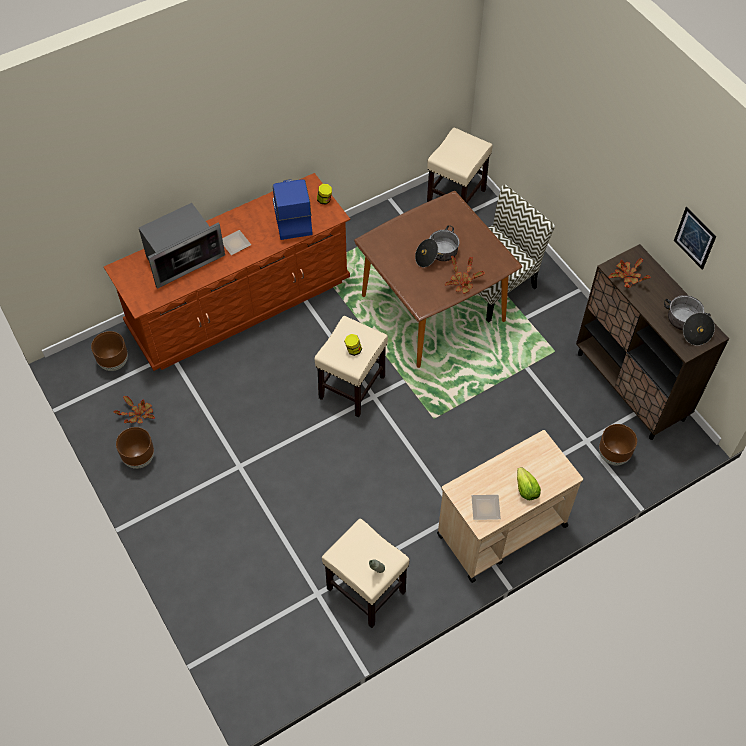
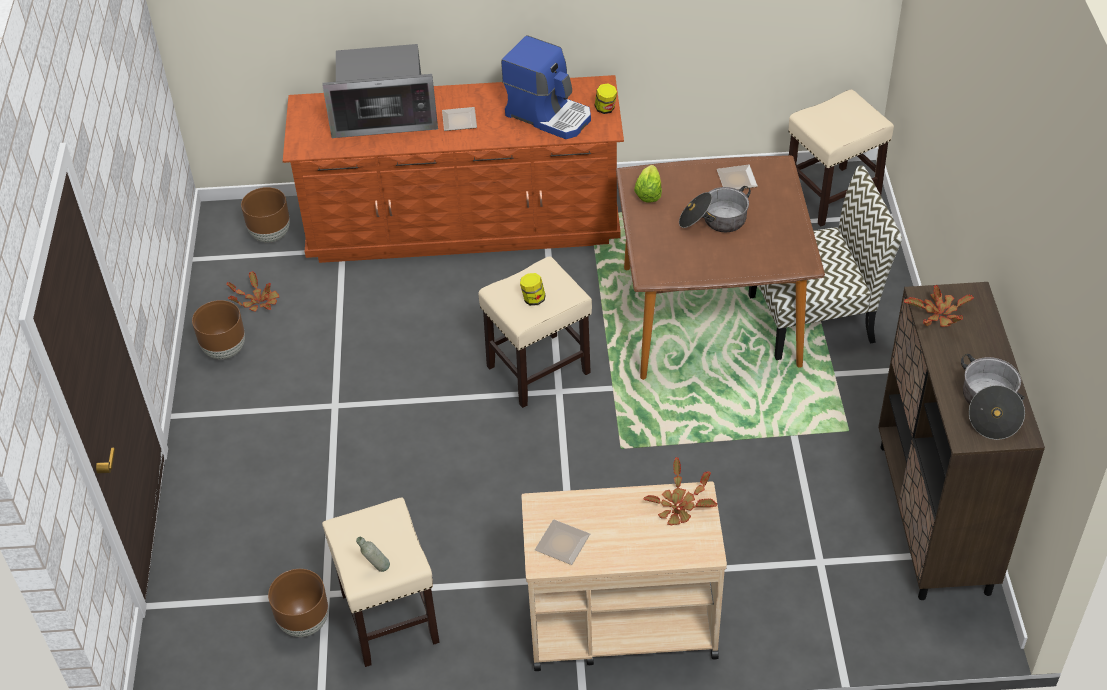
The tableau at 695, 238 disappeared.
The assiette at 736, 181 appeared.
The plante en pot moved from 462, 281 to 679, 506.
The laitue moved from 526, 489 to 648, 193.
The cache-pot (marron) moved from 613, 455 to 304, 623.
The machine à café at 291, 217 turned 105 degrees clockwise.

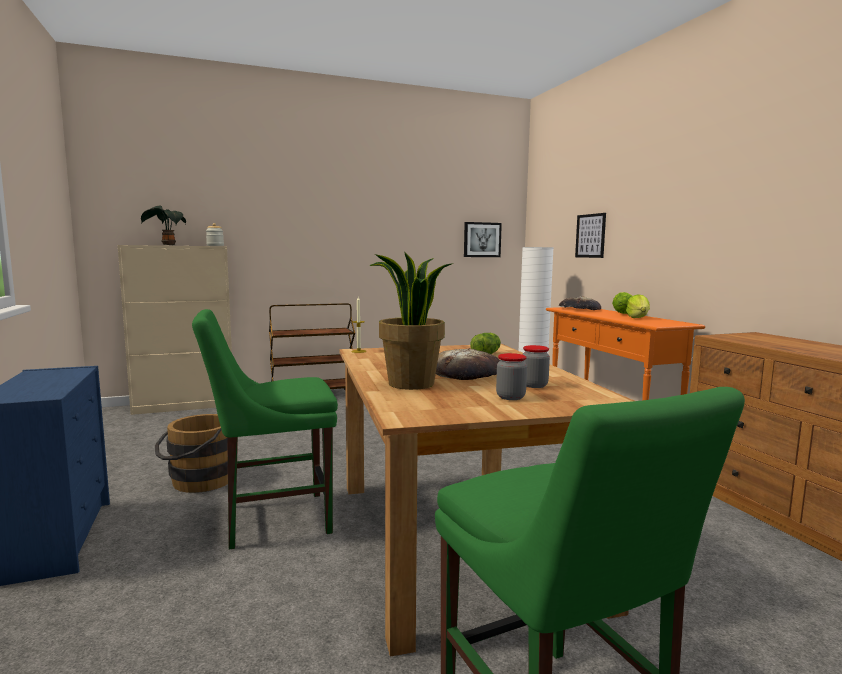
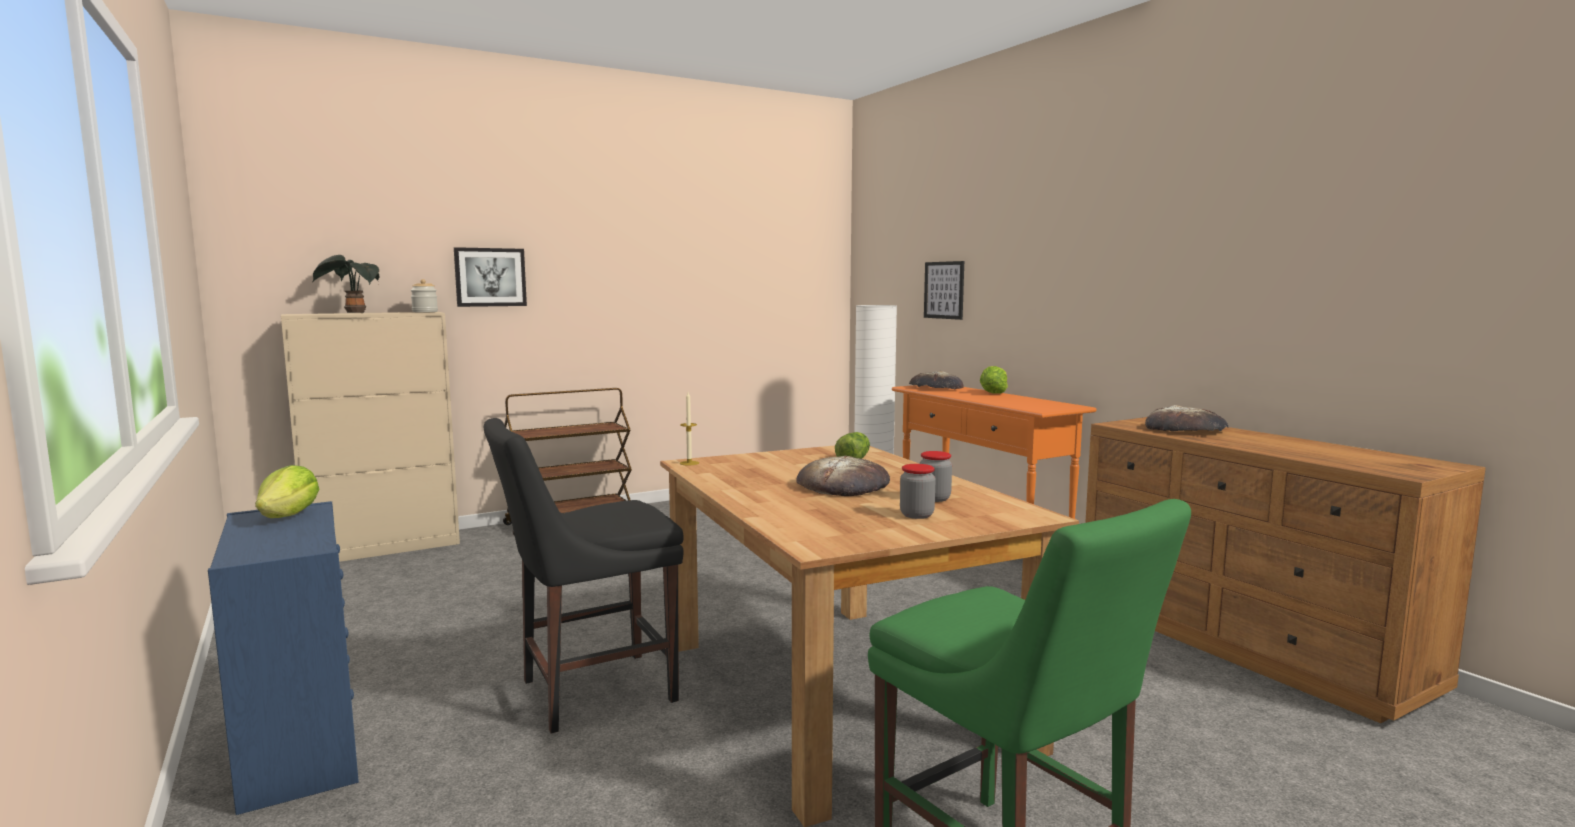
The seau (marron) at 197, 482 disappeared.
The plante en pot at 411, 384 disappeared.
The pain at 1186, 429 appeared.
The tableau moved from 482, 239 to 490, 277.
The laitue moved from 638, 318 to 289, 516.
The chaise (vert) at 271, 519 became the chaise (noir) at 590, 692.

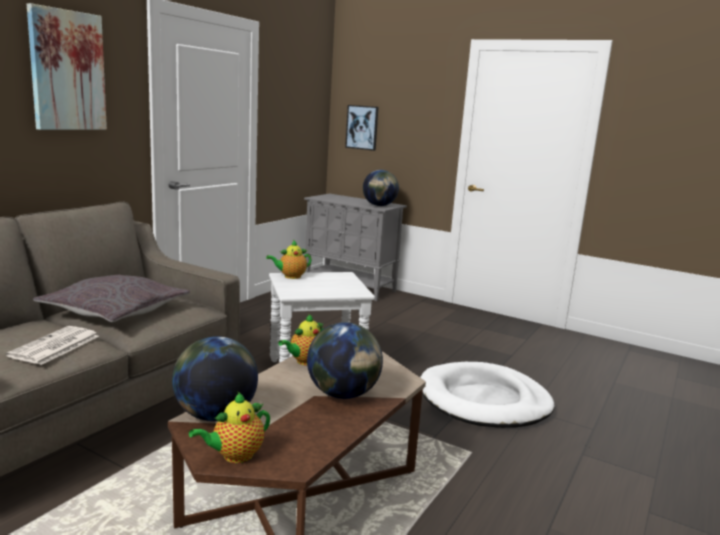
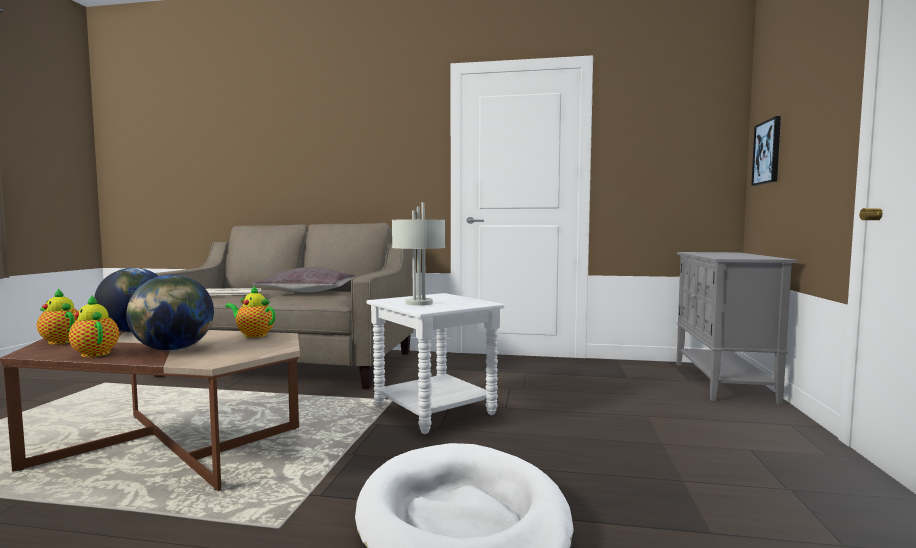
The tableau at 67, 71 disappeared.
The globe at 379, 205 disappeared.
The lampe de table (gris) at 419, 303 appeared.
The théière moved from 290, 276 to 95, 353.

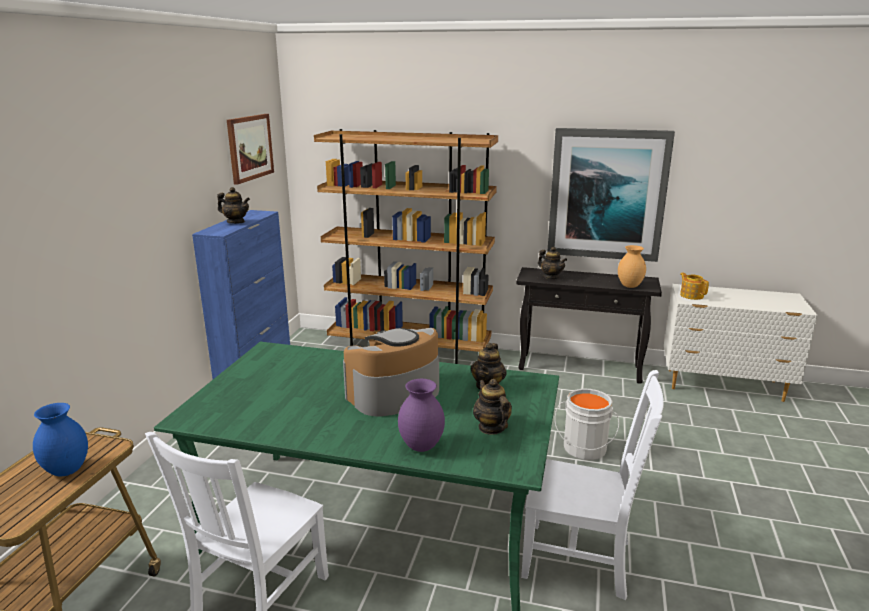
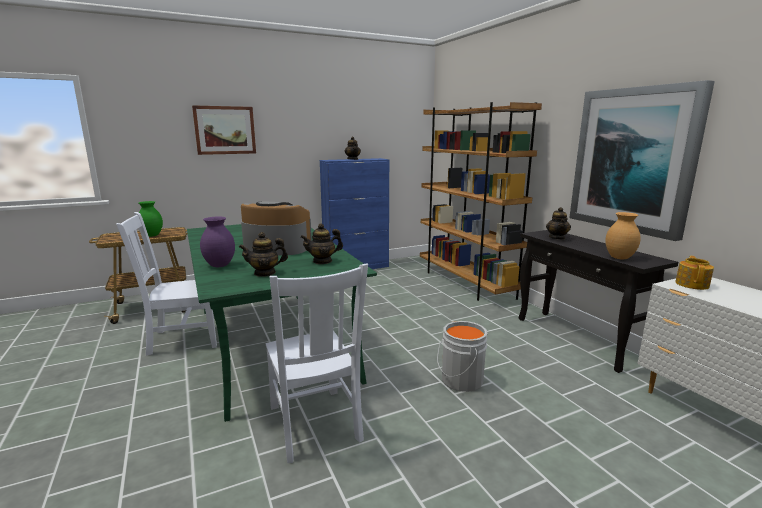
The tableau moved from 250, 147 to 225, 130.
The vase (bleu) at 68, 470 became the vase (vert) at 152, 235.
The théière at 491, 427 turned 135 degrees counterclockwise.

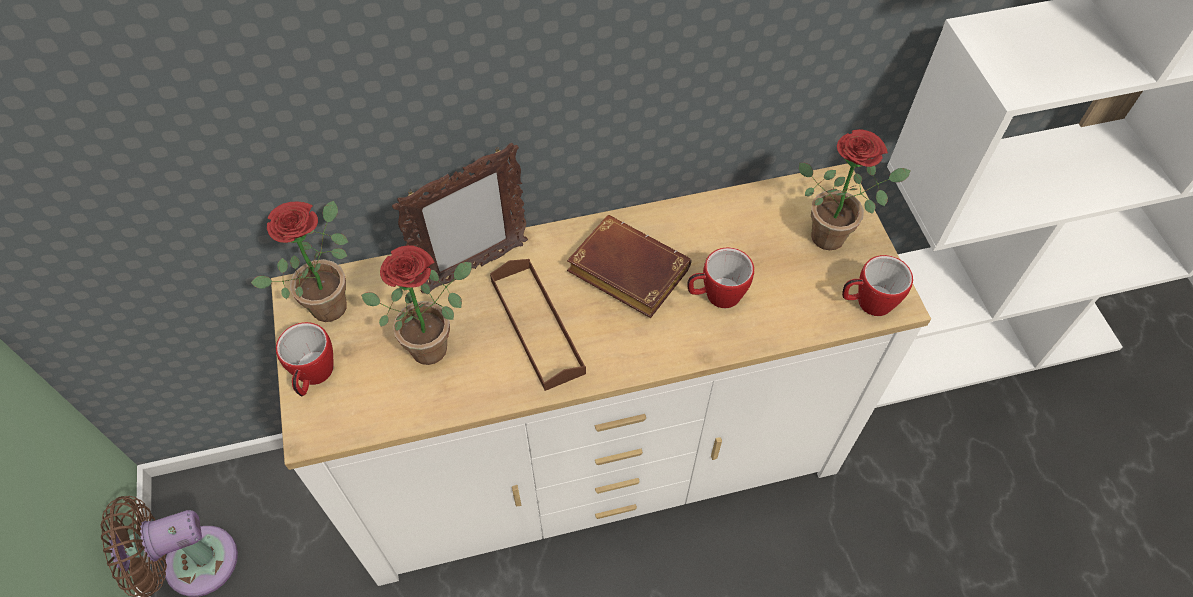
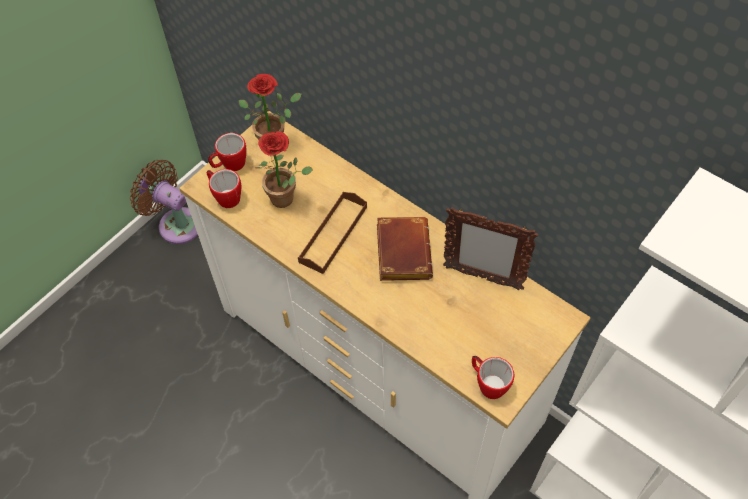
The plante en pot at 834, 234 disappeared.
The cadre photo moved from 474, 268 to 482, 277.
The mug moved from 715, 295 to 225, 196.

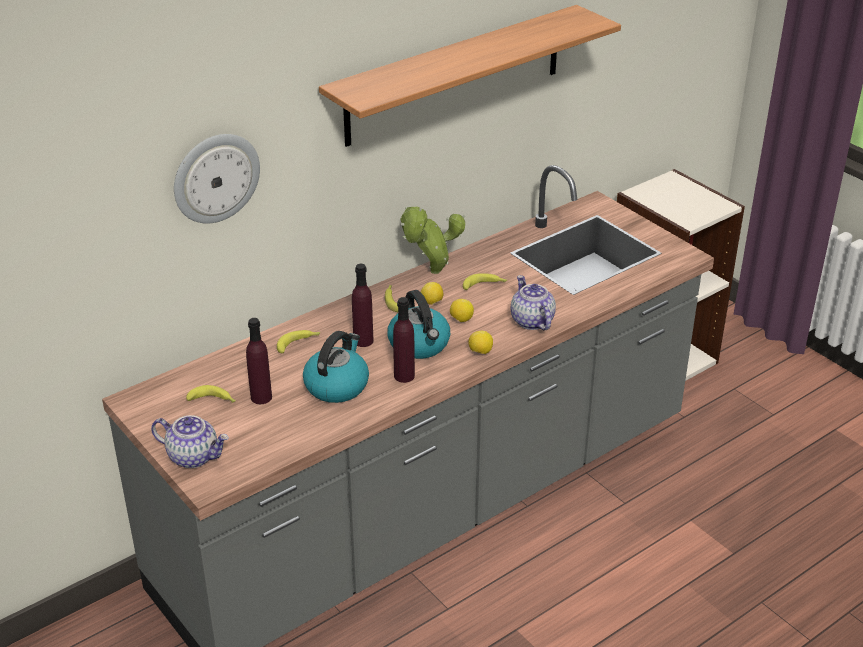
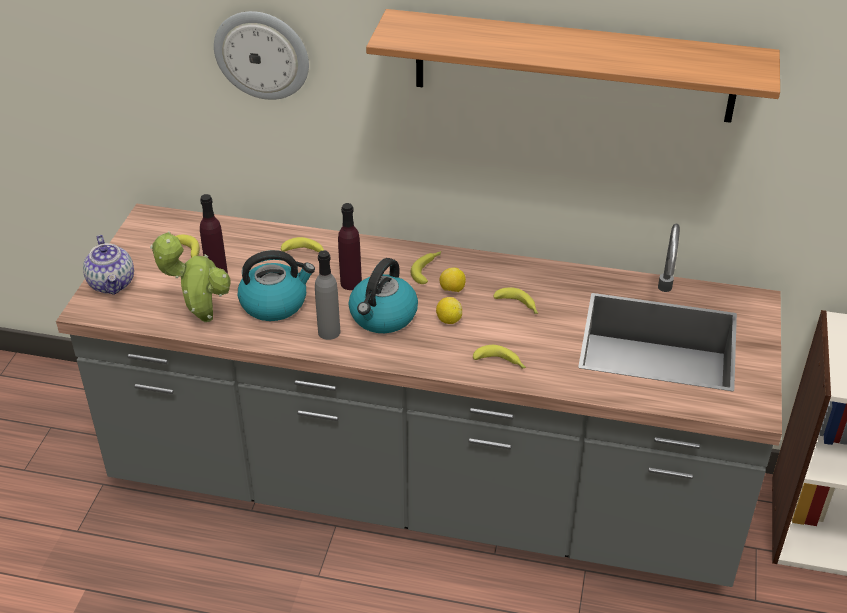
The citron at 480, 352 disappeared.
The plante en pot moved from 432, 272 to 201, 317.
The théière at 531, 321 was replaced by the banane at 500, 363.
The bouteille (violet) at 404, 376 became the bouteille (gris) at 329, 332.

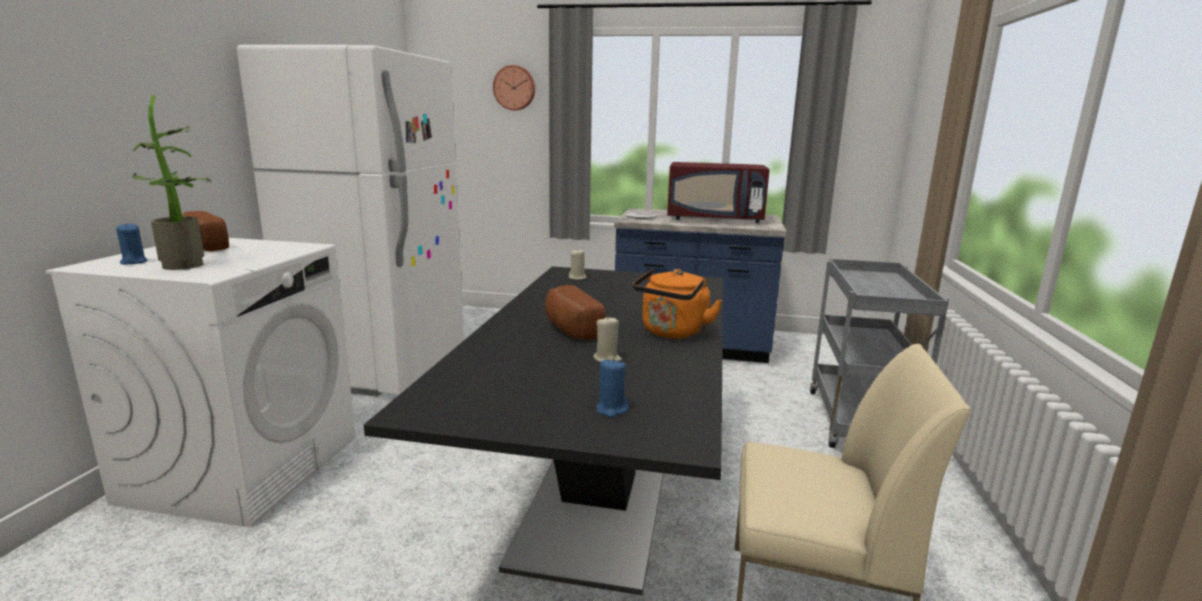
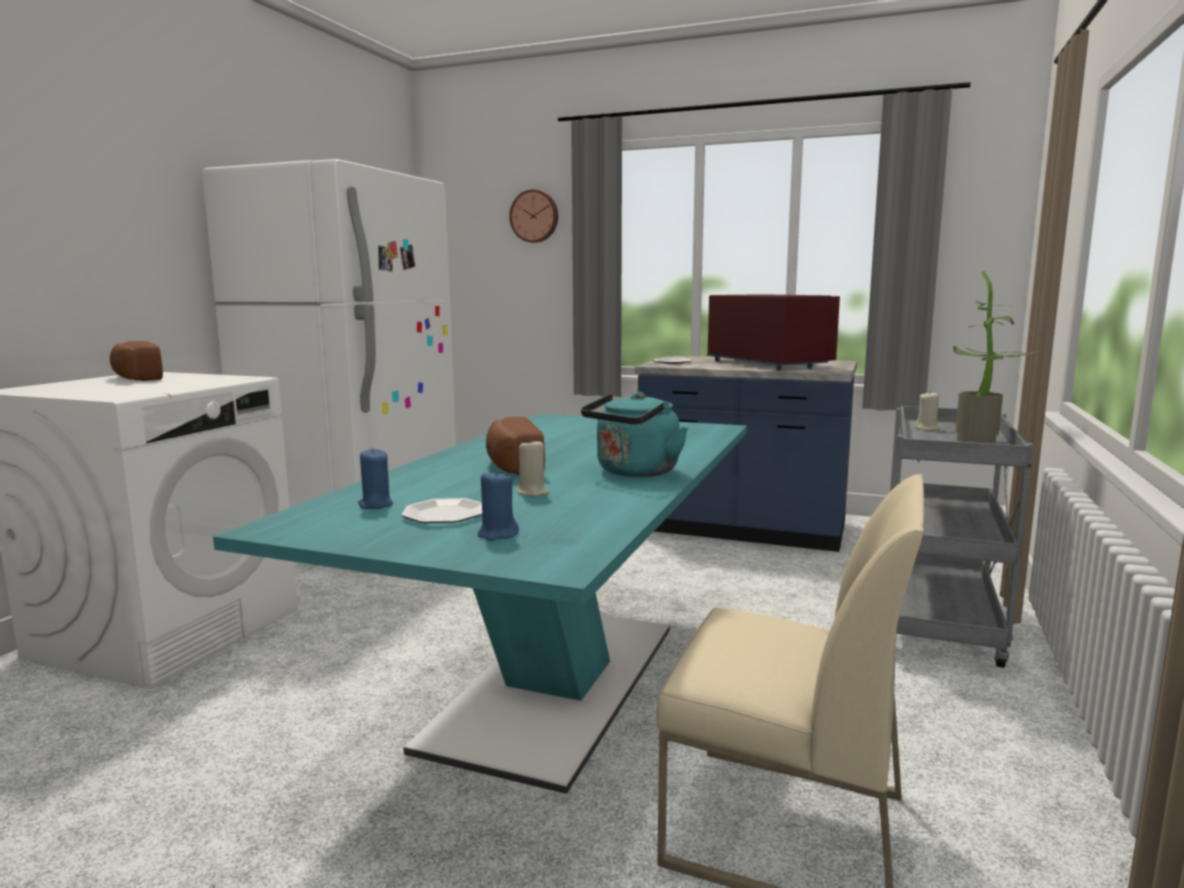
The assiette at 445, 514 appeared.
The bougie (bleu) moved from 133, 262 to 375, 505.
The plante en pot moved from 189, 266 to 982, 441.
The bougie (beige) moved from 577, 278 to 927, 428.
The table à manger (noir) at 598, 496 became the table à manger (turquoise) at 556, 685.
The bouilloire (orange) at 673, 333 became the bouilloire (turquoise) at 634, 472.
The micro-ondes (rouge) at 715, 219 turned 135 degrees counterclockwise.

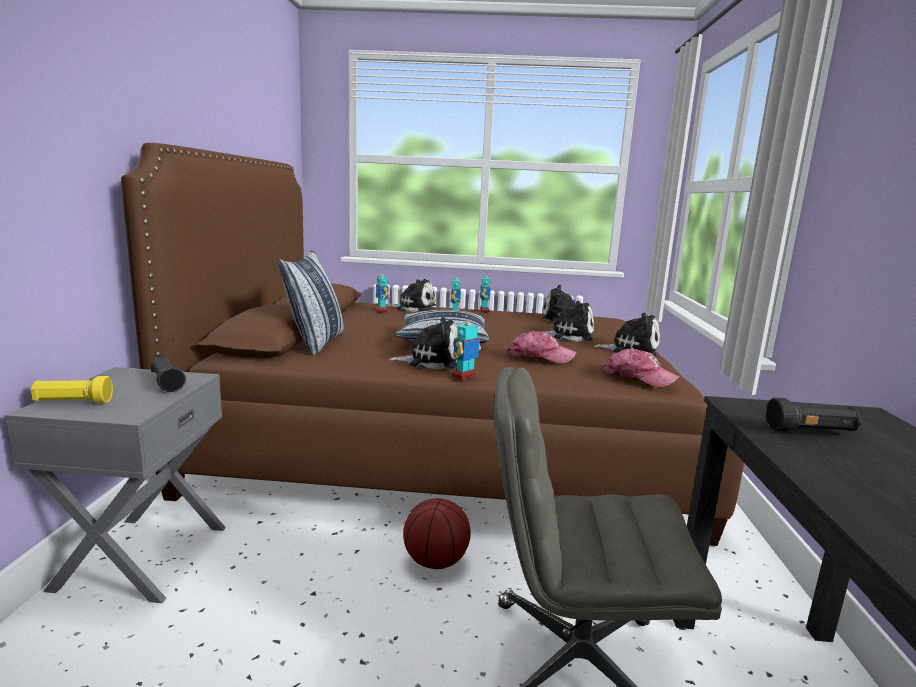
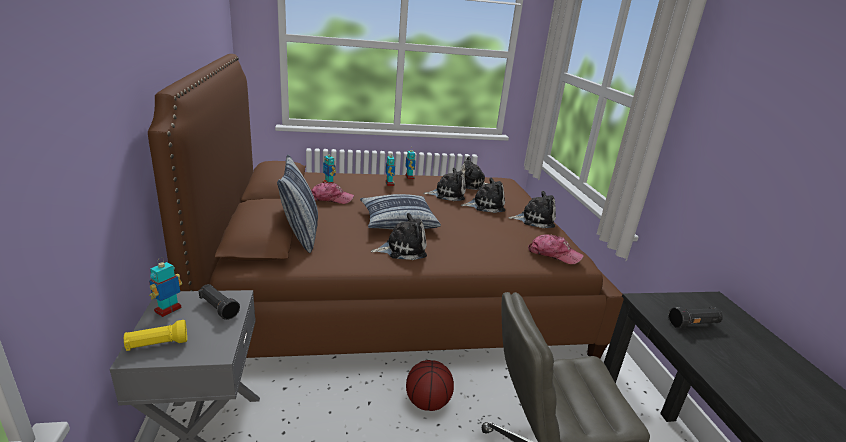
The peluche moved from 413, 308 to 447, 194.
The robot jouet moved from 464, 376 to 168, 310.
The casquette moved from 539, 357 to 330, 199.

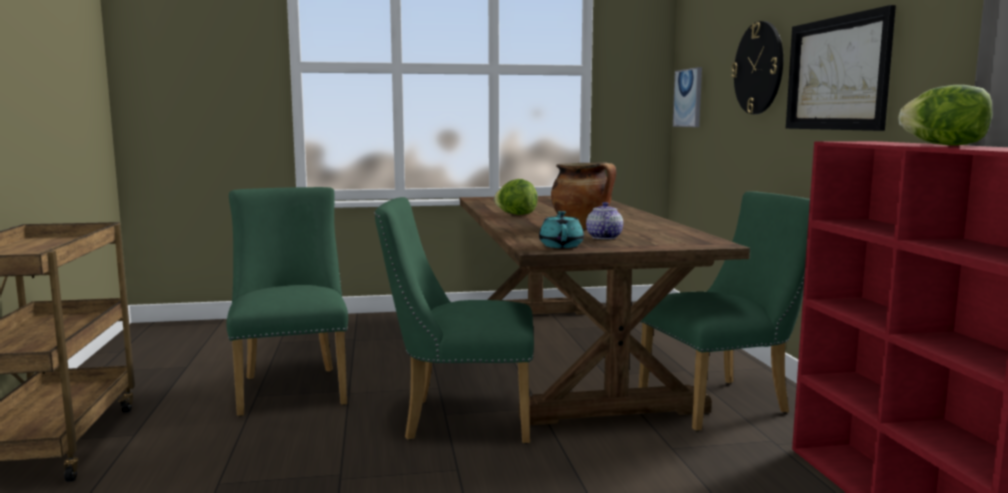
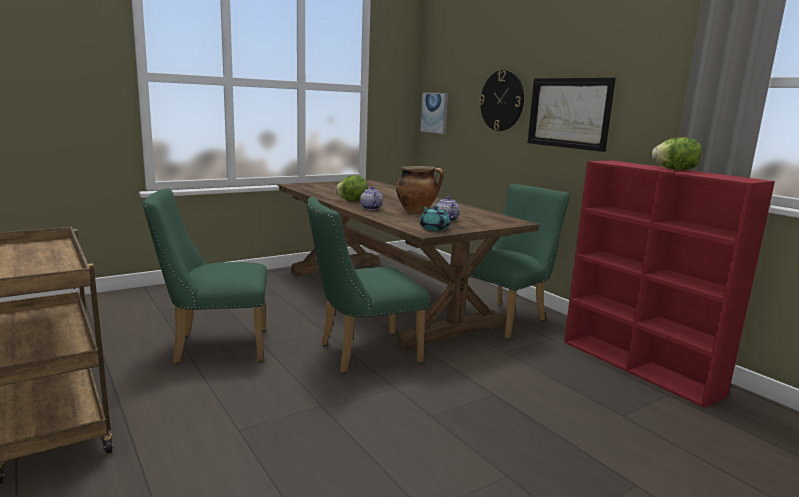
The théière at 370, 208 appeared.
The chaise (vert) at 292, 388 turned 60 degrees counterclockwise.

